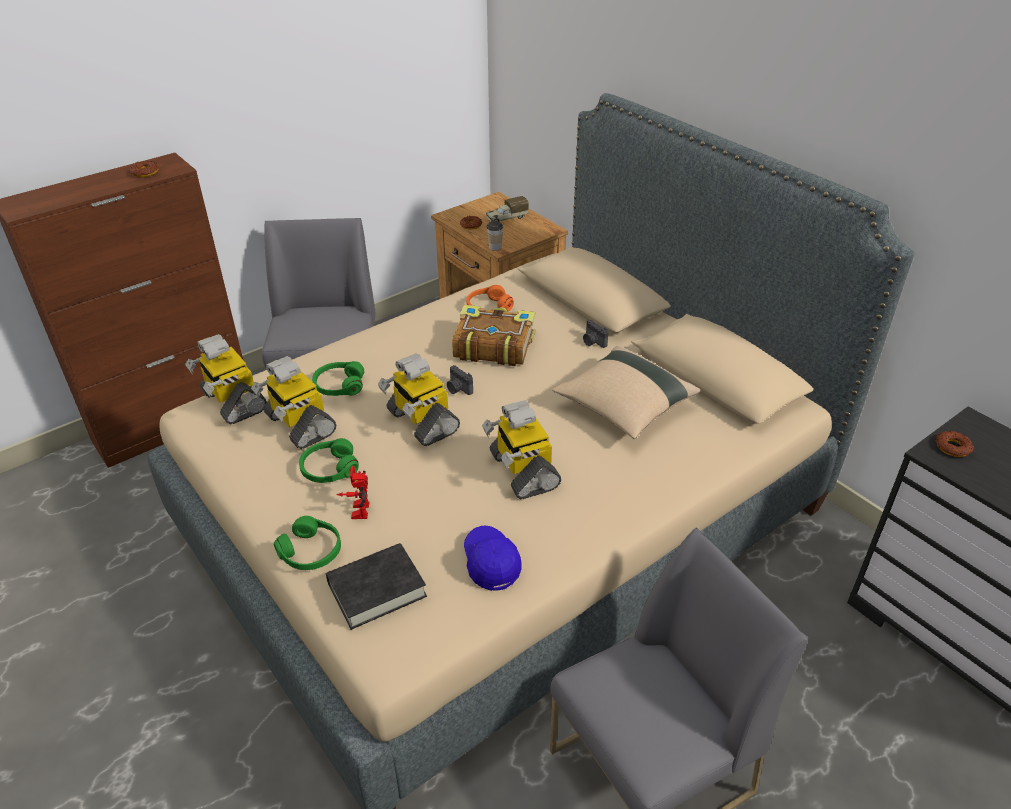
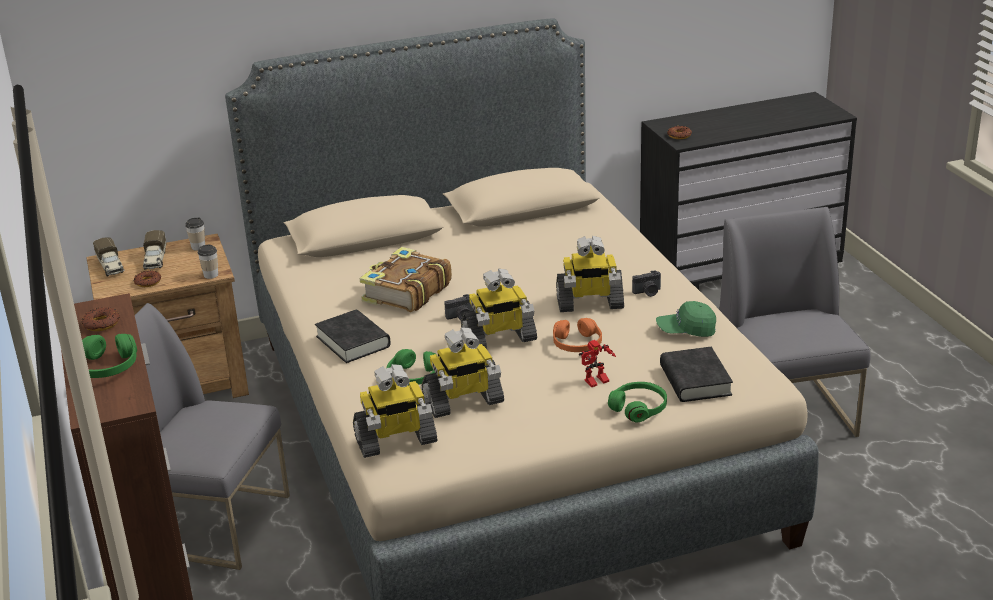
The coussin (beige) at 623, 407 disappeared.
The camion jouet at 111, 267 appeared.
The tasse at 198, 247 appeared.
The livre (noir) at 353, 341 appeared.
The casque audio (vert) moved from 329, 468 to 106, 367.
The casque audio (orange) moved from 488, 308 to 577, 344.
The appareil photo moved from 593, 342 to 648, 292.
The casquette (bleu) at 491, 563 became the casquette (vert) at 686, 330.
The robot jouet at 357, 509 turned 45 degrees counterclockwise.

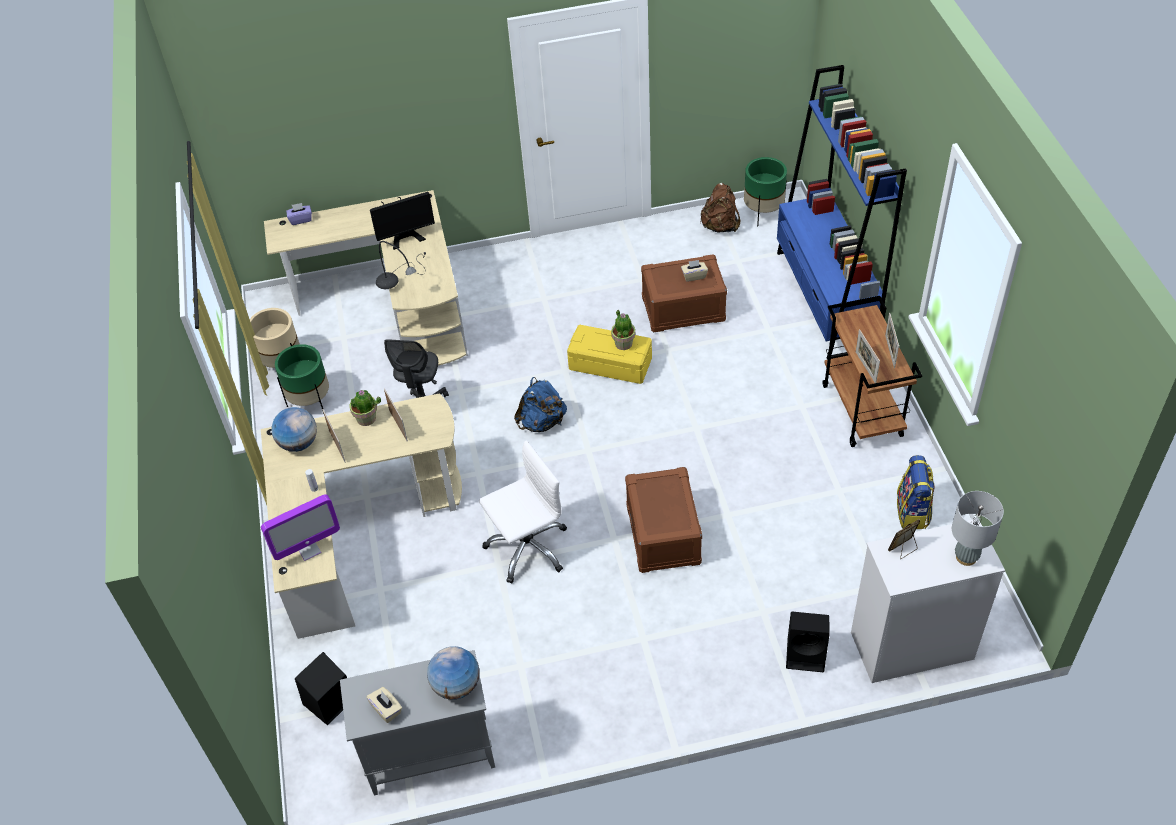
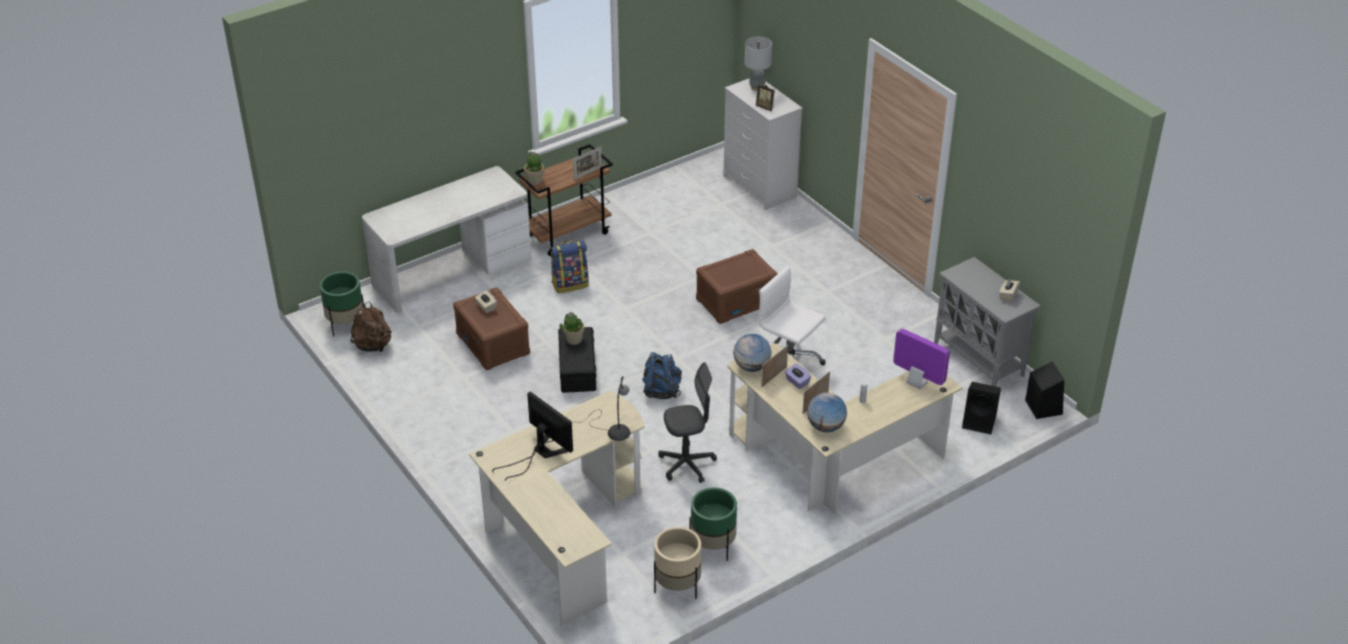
The cadre photo at 890, 351 disappeared.
The boîte à mouchoirs (violet) moved from 301, 219 to 797, 382.
The plante en pot moved from 366, 419 to 534, 181.
The globe moved from 456, 686 to 752, 367.
The enceinte (noir) moved from 807, 654 to 1043, 406.
The sac à dos moved from 913, 512 to 570, 284.
The bibliothèque (bleu) at 825, 300 was replaced by the bureau (blanc) at 452, 271.
The boîte de rangement (jaune) at 611, 363 became the boîte de rangement (noir) at 576, 369.

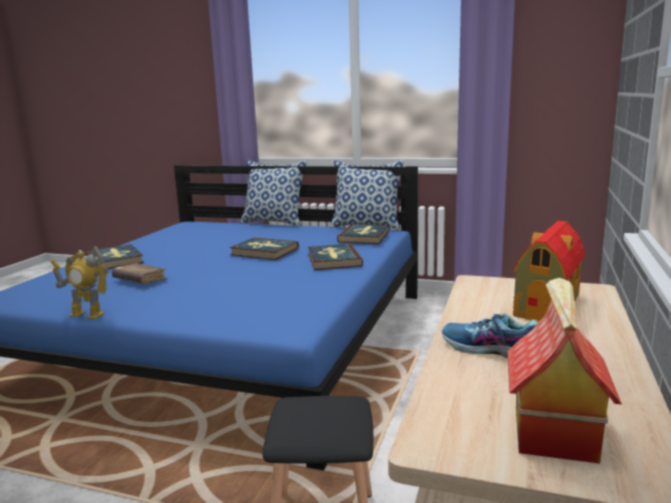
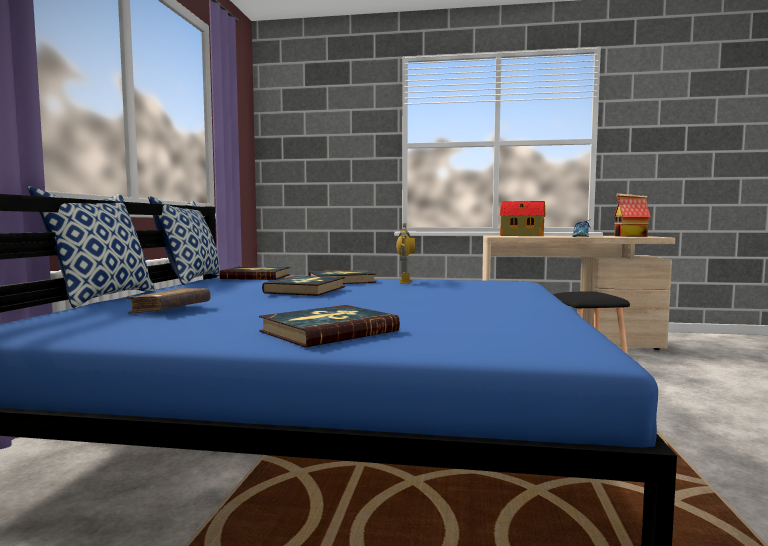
The robot jouet moved from 87, 315 to 405, 282.
The livre (marron) moved from 140, 280 to 171, 310.

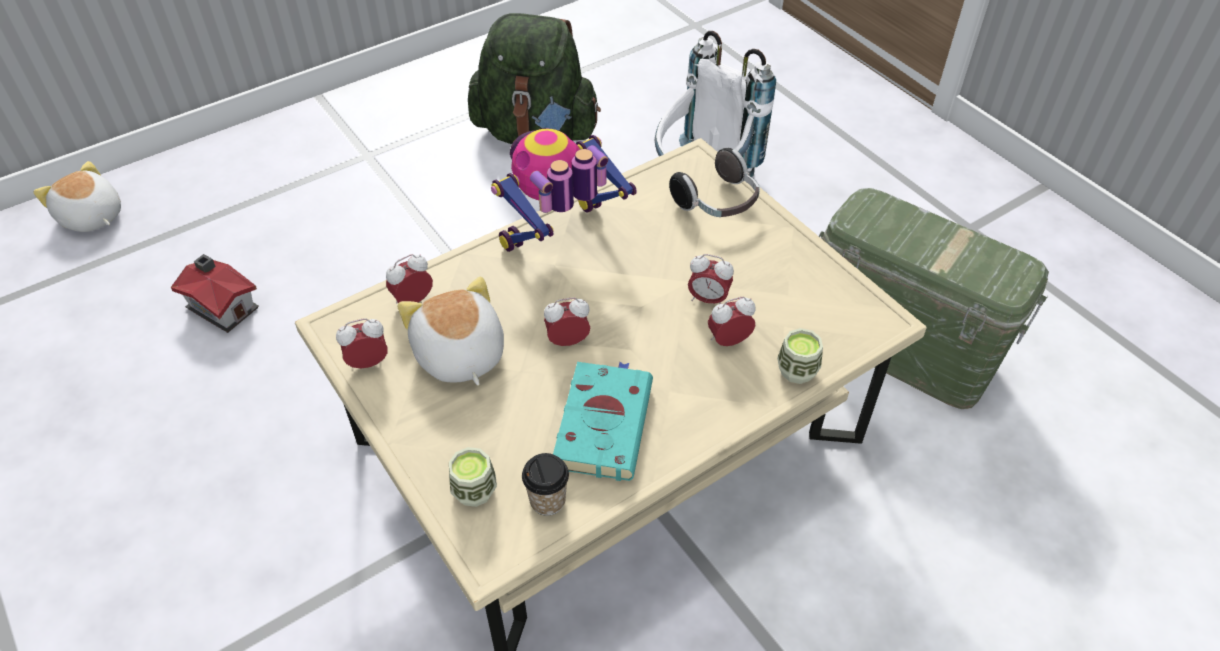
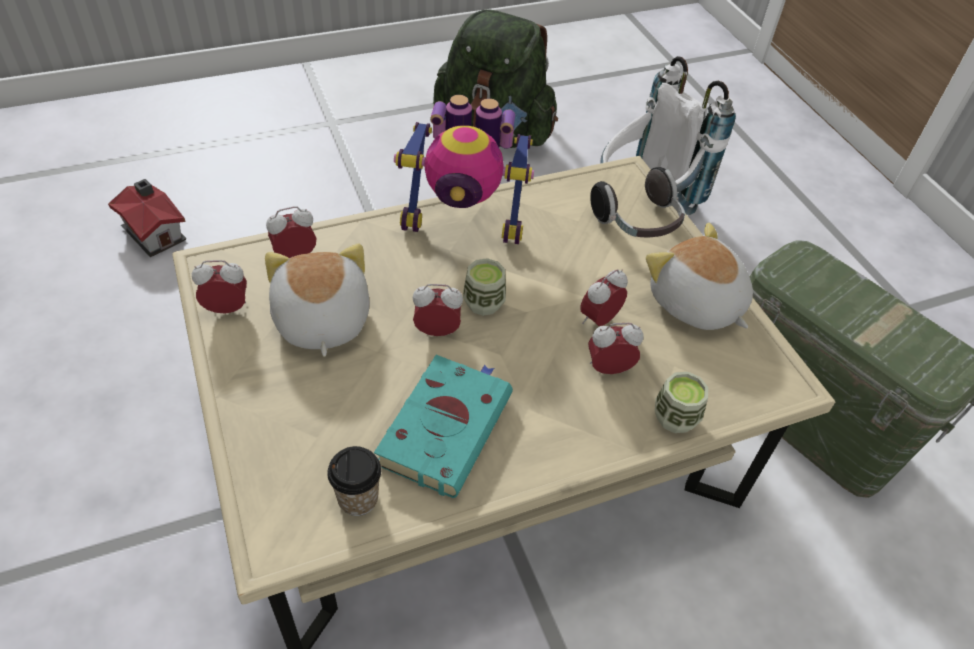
The peluche moved from 91, 217 to 695, 304.
The tasse moved from 474, 491 to 483, 303.
The robot jouet at 559, 236 turned 150 degrees counterclockwise.
The réveil at 708, 299 turned 105 degrees clockwise.

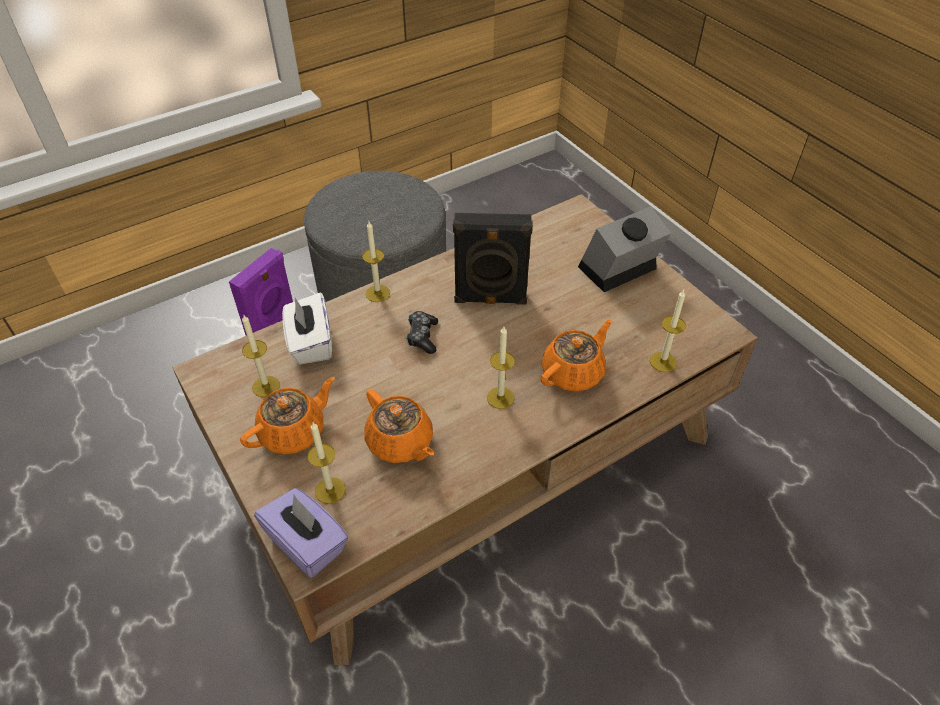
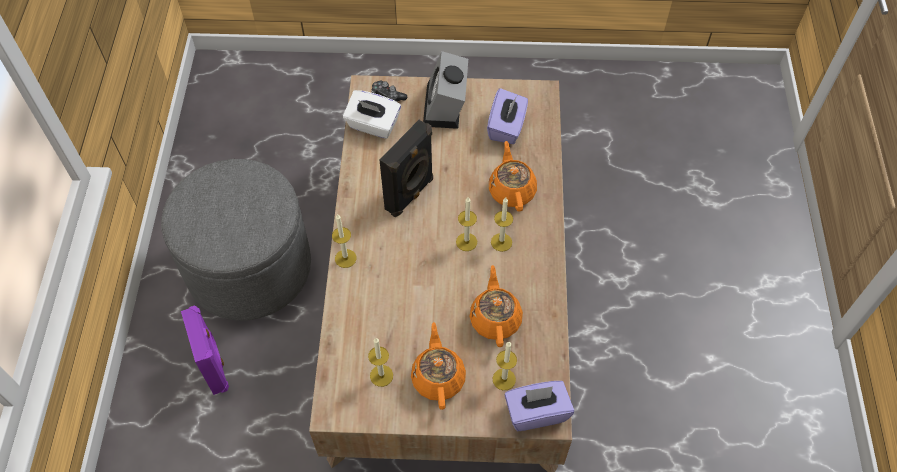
The boîte à mouchoirs (violet) at 506, 127 appeared.
The boîte à mouchoirs (blanc) moved from 310, 343 to 373, 125.
The manette moved from 422, 337 to 387, 96.
The bougie moved from 663, 362 to 466, 242.
The théière (orange) at 400, 442 turned 90 degrees counterclockwise.

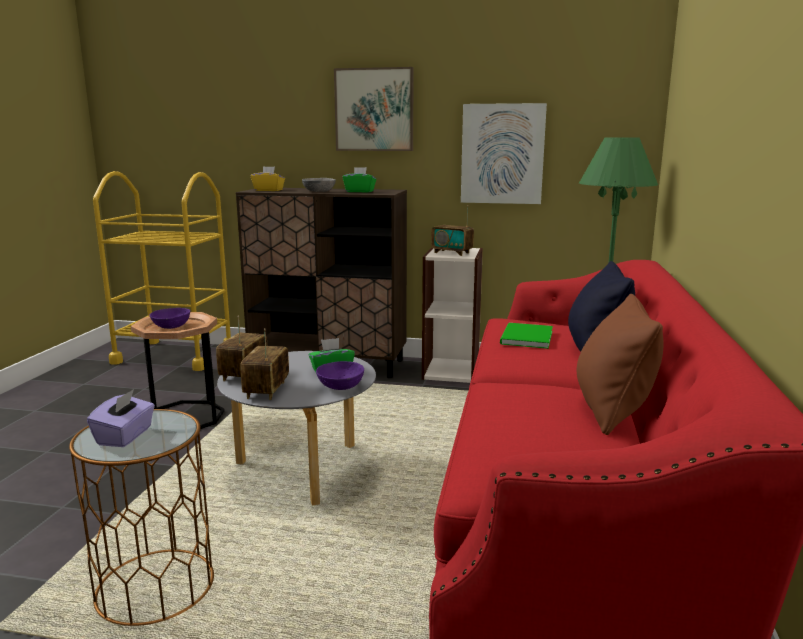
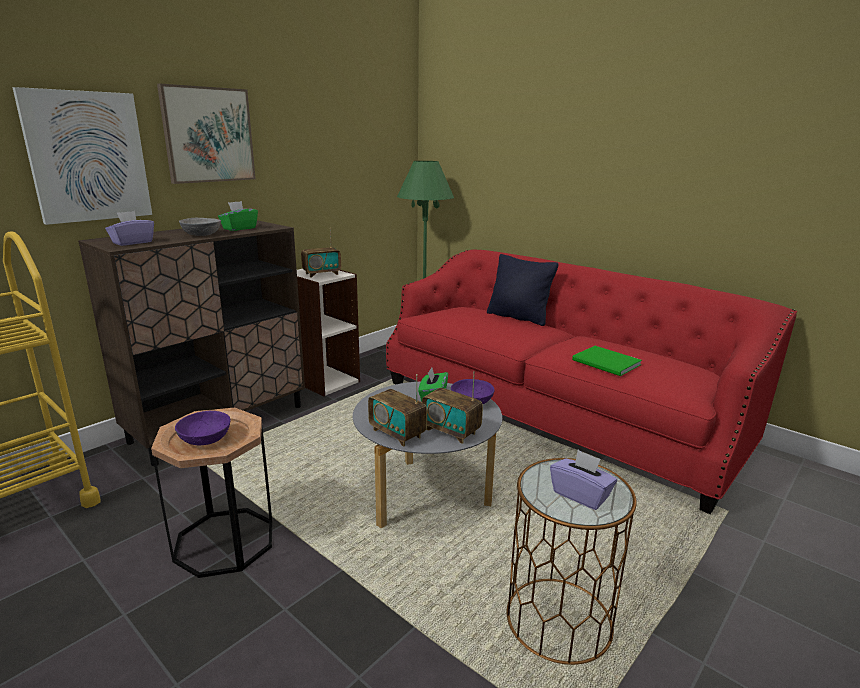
The coussin (marron) at 612, 410 disappeared.
The tableau moved from 502, 154 to 87, 157.
The livre (vert) moved from 525, 338 to 607, 363.
The boîte à mouchoirs (jaune) at 268, 190 became the boîte à mouchoirs (violet) at 132, 242.

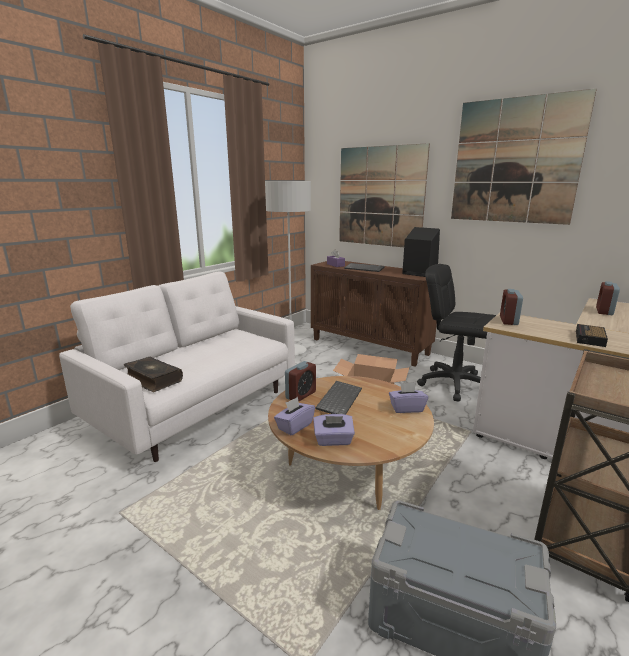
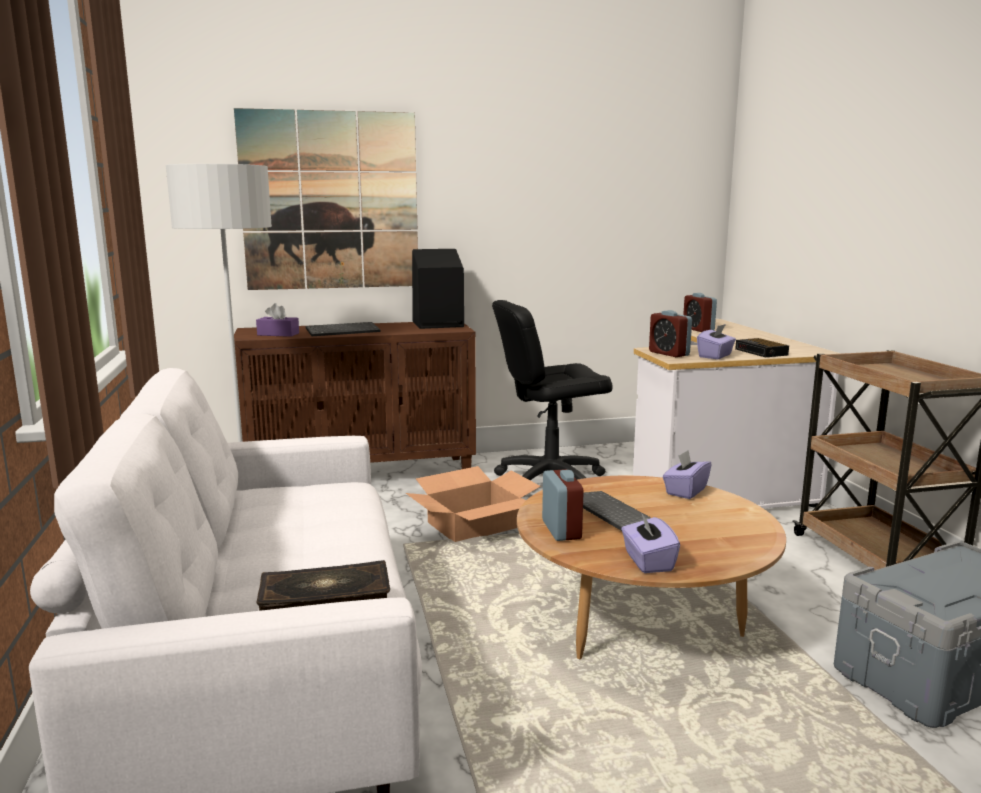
The tableau at 515, 161 disappeared.
The boîte à mouchoirs (violet) moved from 333, 440 to 715, 356.

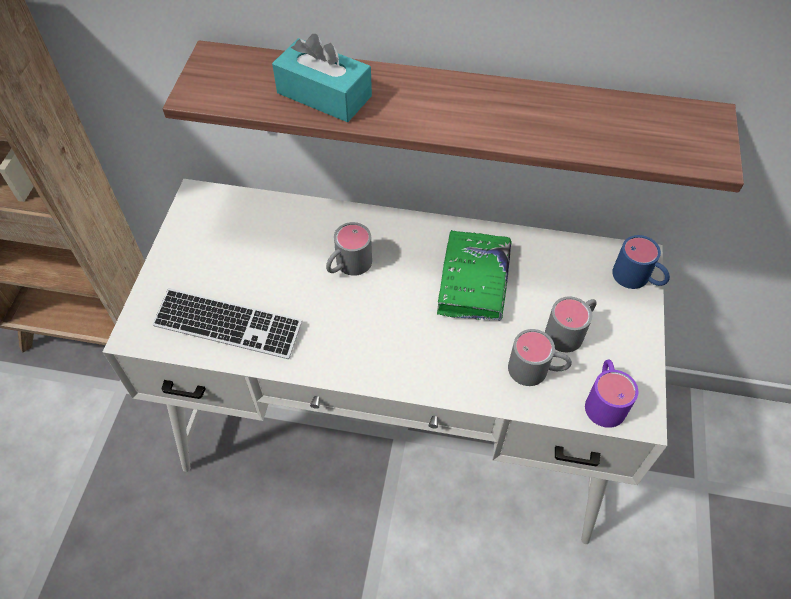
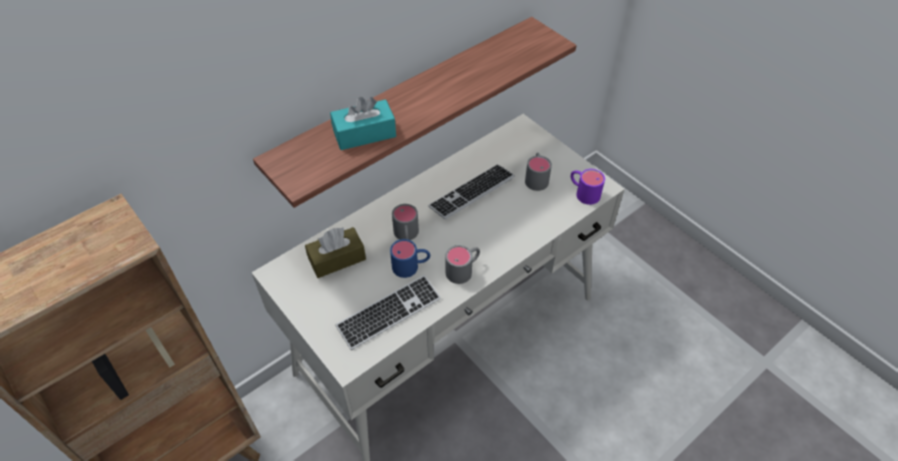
The boîte à mouchoirs (marron) at 337, 259 appeared.
The mug (gris) moved from 537, 370 to 463, 269.
The mug (bleu) moved from 638, 279 to 411, 266.
The livre (vert) at 473, 282 was replaced by the clavier at 471, 192.

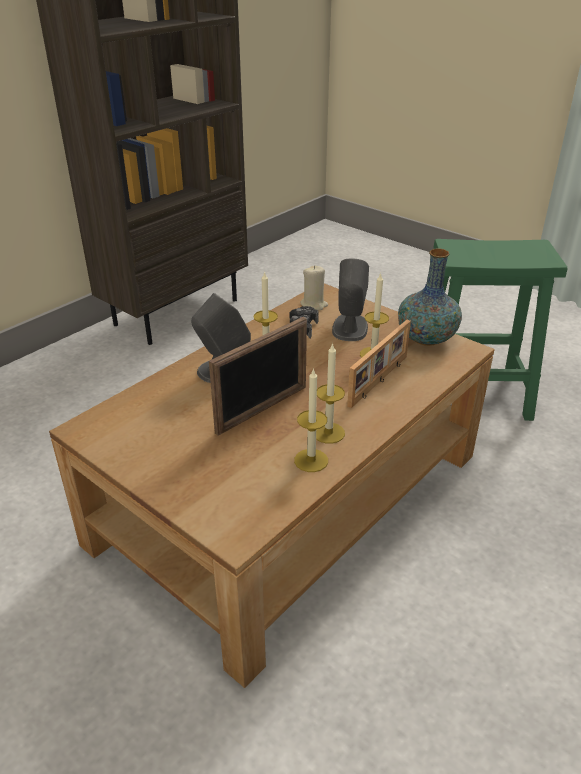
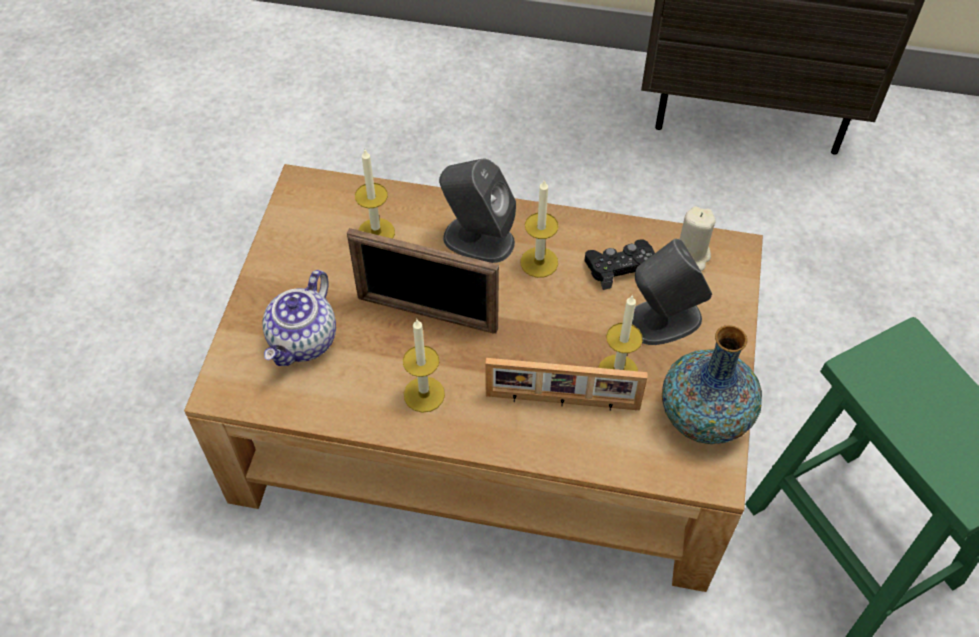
The théière at 304, 341 appeared.
The bougie moved from 311, 460 to 376, 232.

